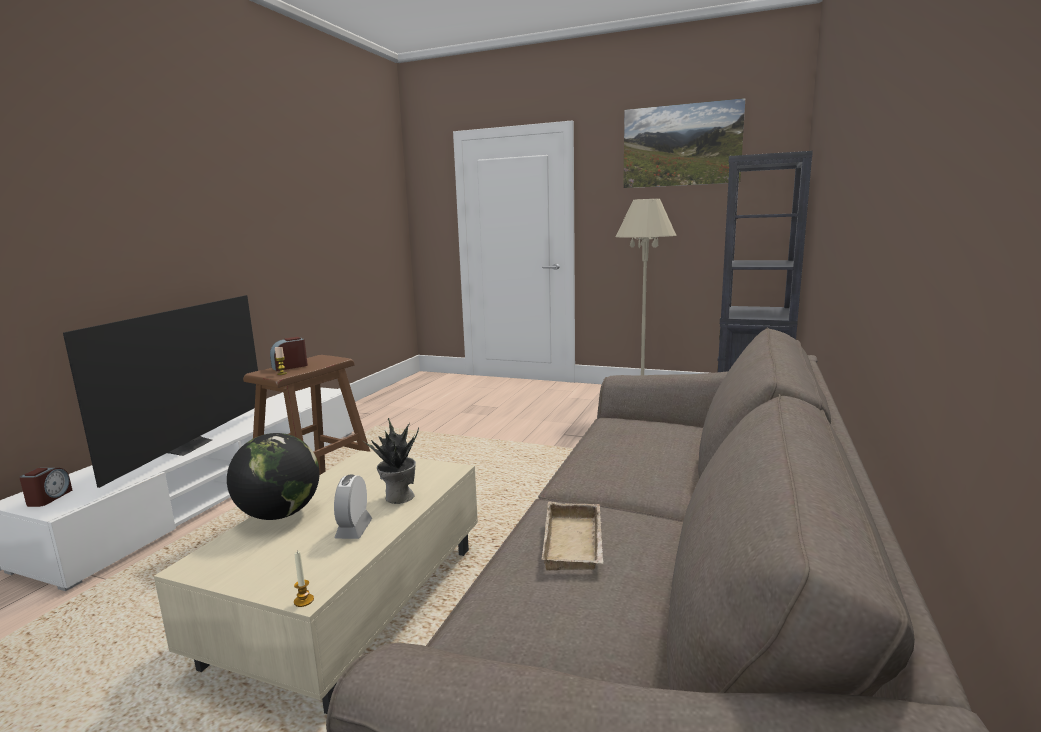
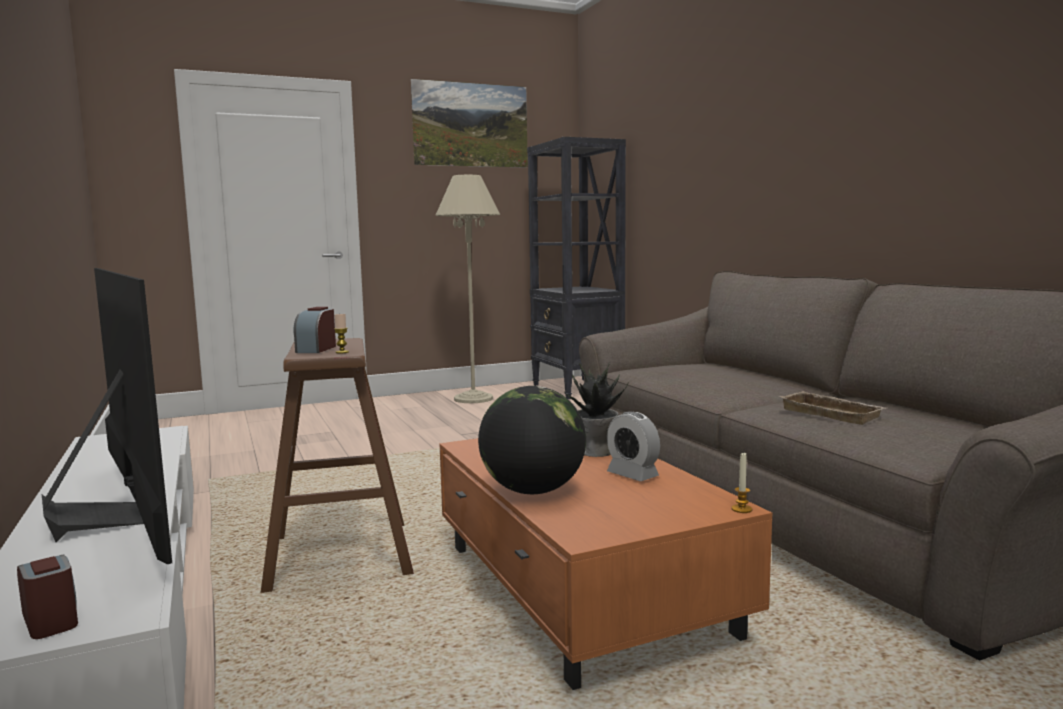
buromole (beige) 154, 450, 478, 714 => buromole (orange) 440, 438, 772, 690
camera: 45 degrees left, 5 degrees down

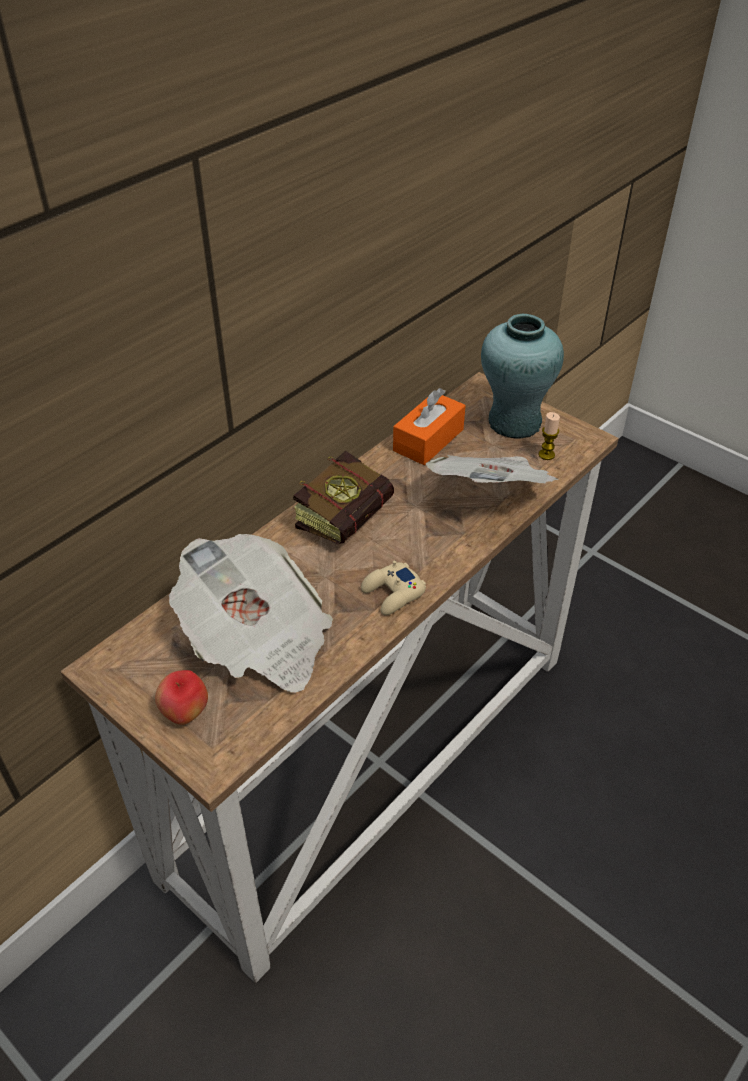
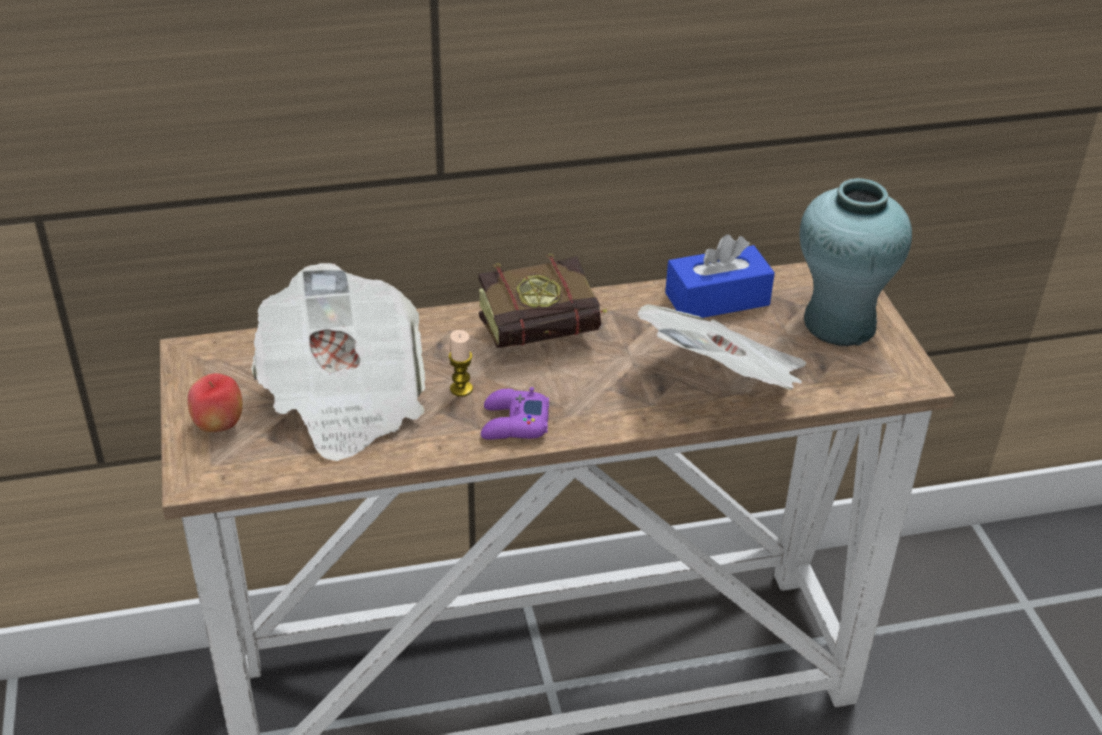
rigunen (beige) 361, 560, 426, 615 => rigunen (purple) 481, 387, 549, 440
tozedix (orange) 393, 388, 466, 465 => tozedix (blue) 665, 234, 775, 318
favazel 538, 412, 560, 460 => favazel 449, 330, 473, 397, shifted
camera: 35 degrees right, 5 degrees down

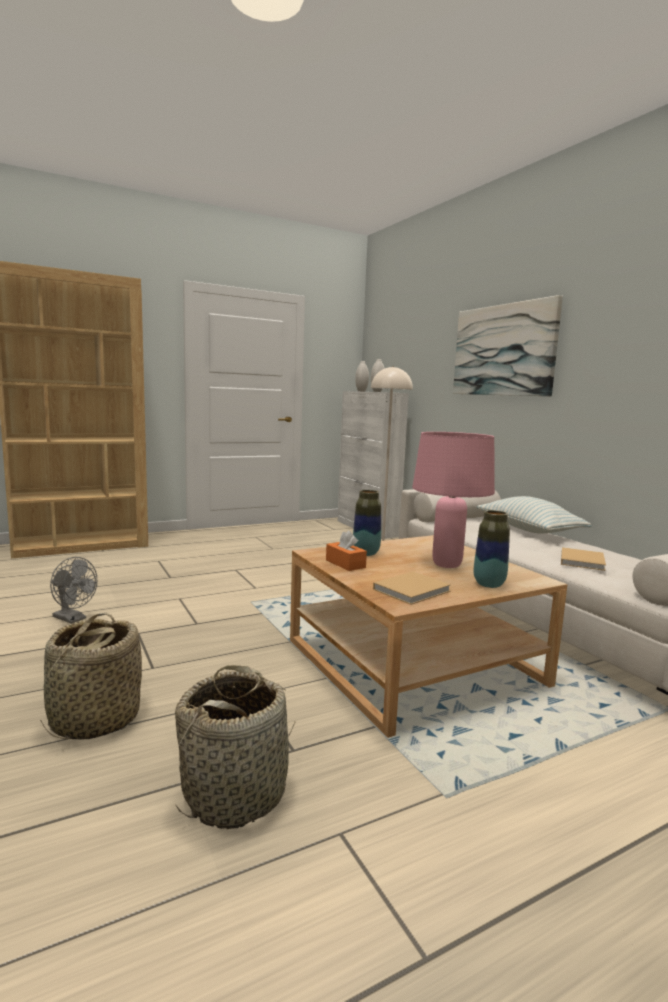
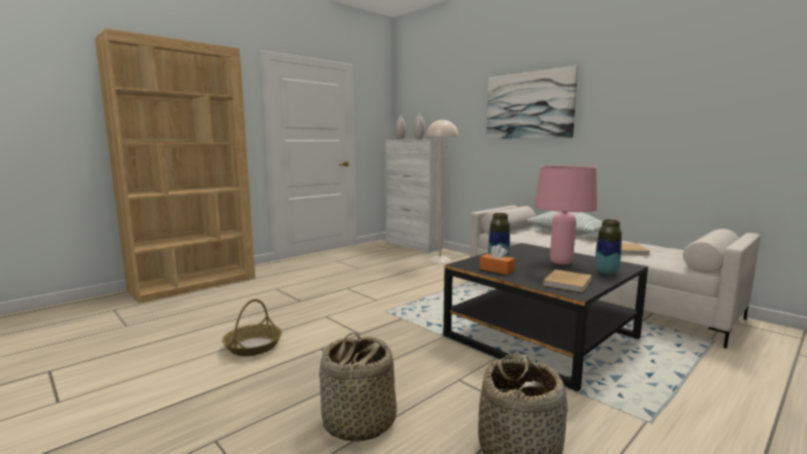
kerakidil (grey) 50, 557, 97, 624 => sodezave 222, 299, 282, 356
buromole (beige) 290, 535, 568, 738 => buromole (black) 443, 243, 648, 392
camera: 15 degrees left, 0 degrees up

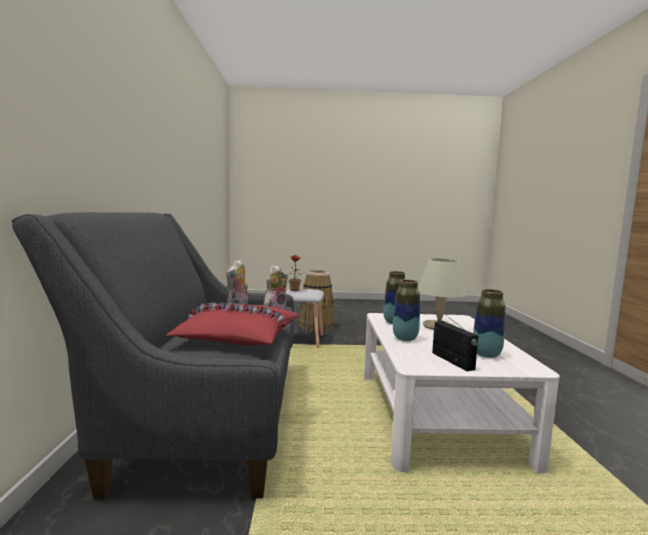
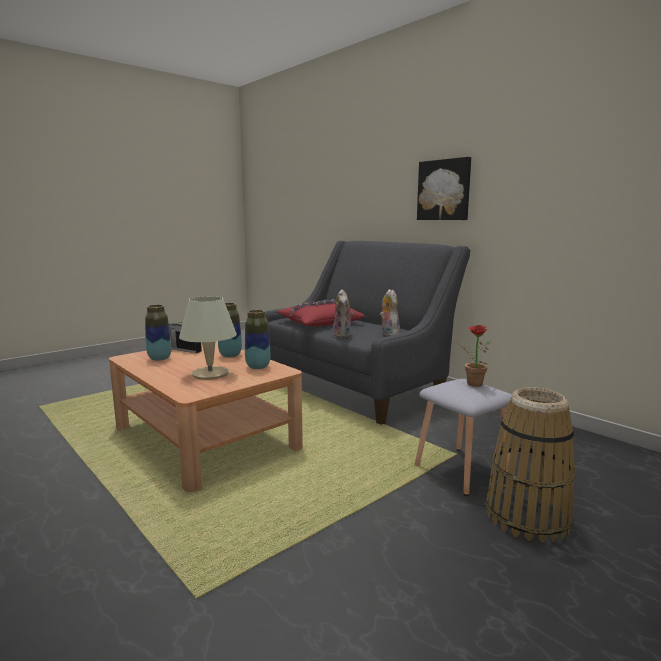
buromole (white) 364, 313, 560, 473 => buromole (brown) 109, 341, 303, 492
nothing => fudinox 417, 157, 471, 220
camera: 140 degrees right, 5 degrees up

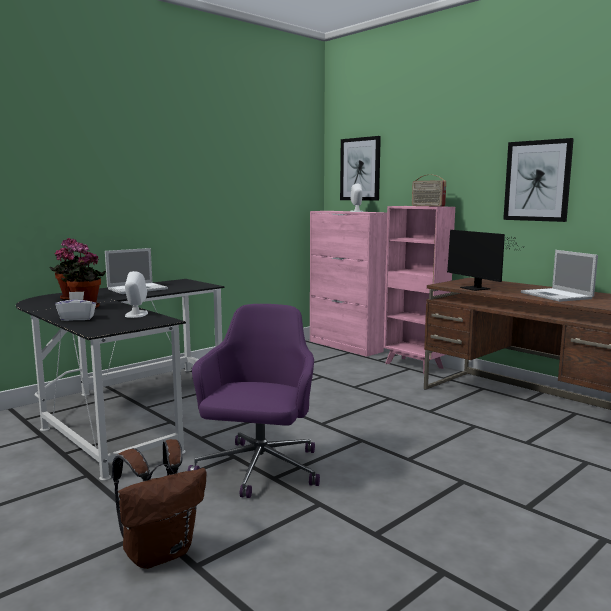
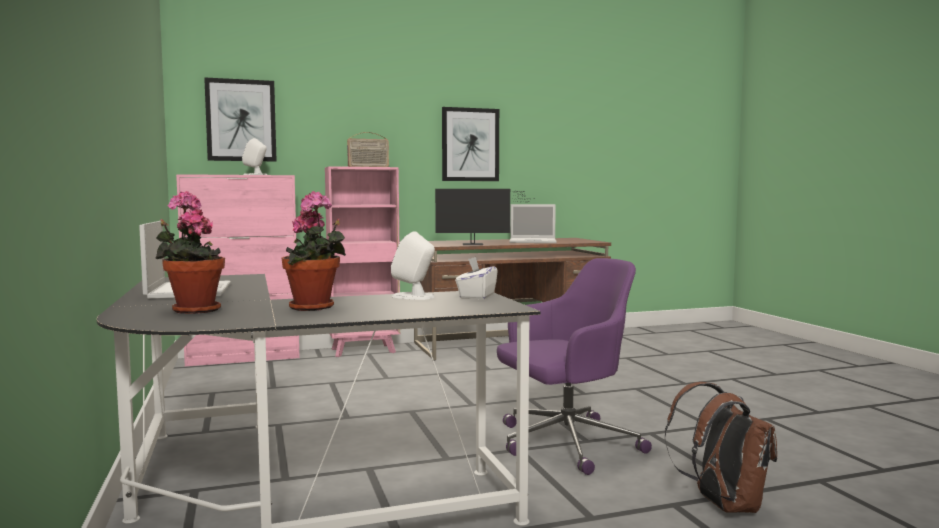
tozedix (white) 55, 291, 96, 321 => tozedix (white) 455, 257, 498, 300, shifted
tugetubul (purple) 188, 304, 320, 498 => tugetubul (purple) 497, 258, 652, 475, 120 degrees clockwise
camera: 65 degrees left, 5 degrees down

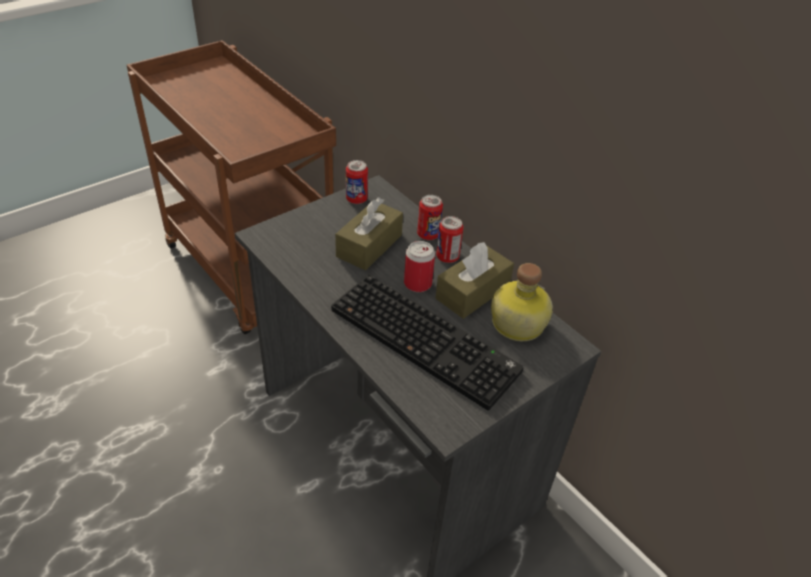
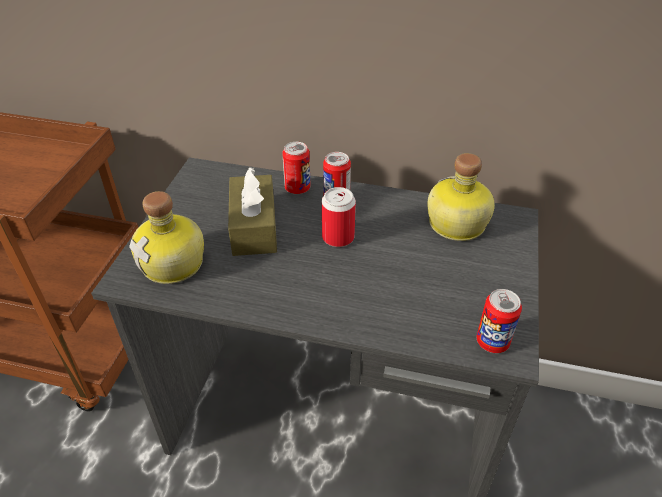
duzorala 331, 275, 524, 411 => nothing
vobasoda 346, 160, 368, 204 => vobasoda 477, 289, 522, 353, shifted
tozedix (brown) 435, 242, 514, 319 => nothing
nothing => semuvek 129, 191, 204, 284
camera: 35 degrees left, 0 degrees up

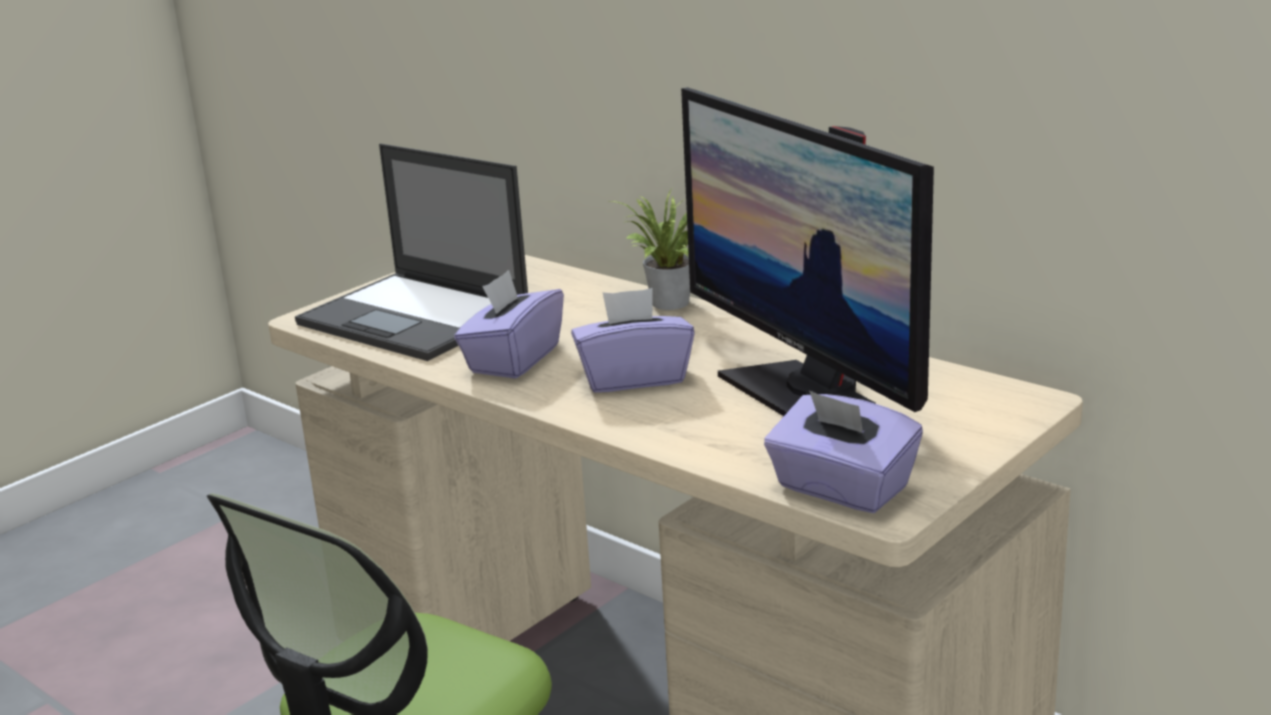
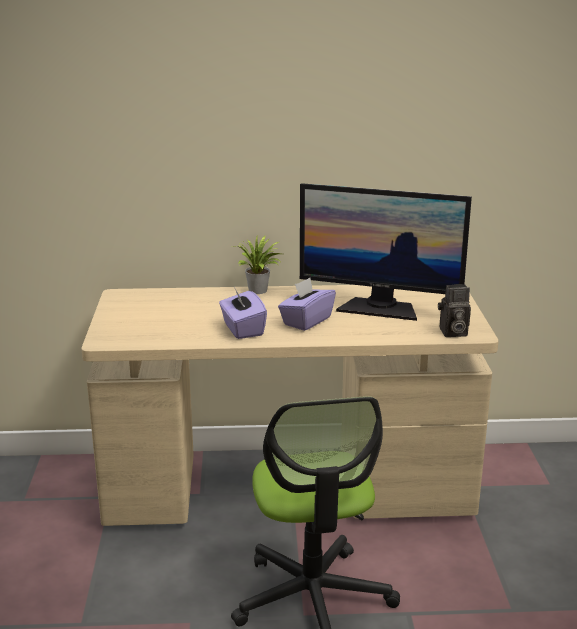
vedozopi 295, 143, 528, 361 => nothing
tozedix (purple) 764, 390, 923, 513 => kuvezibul 438, 284, 471, 337
camera: 45 degrees left, 0 degrees up

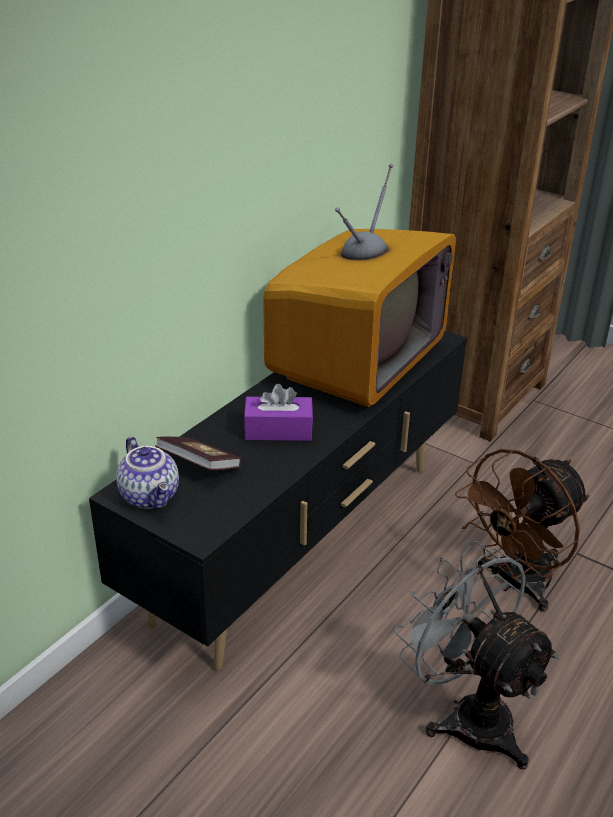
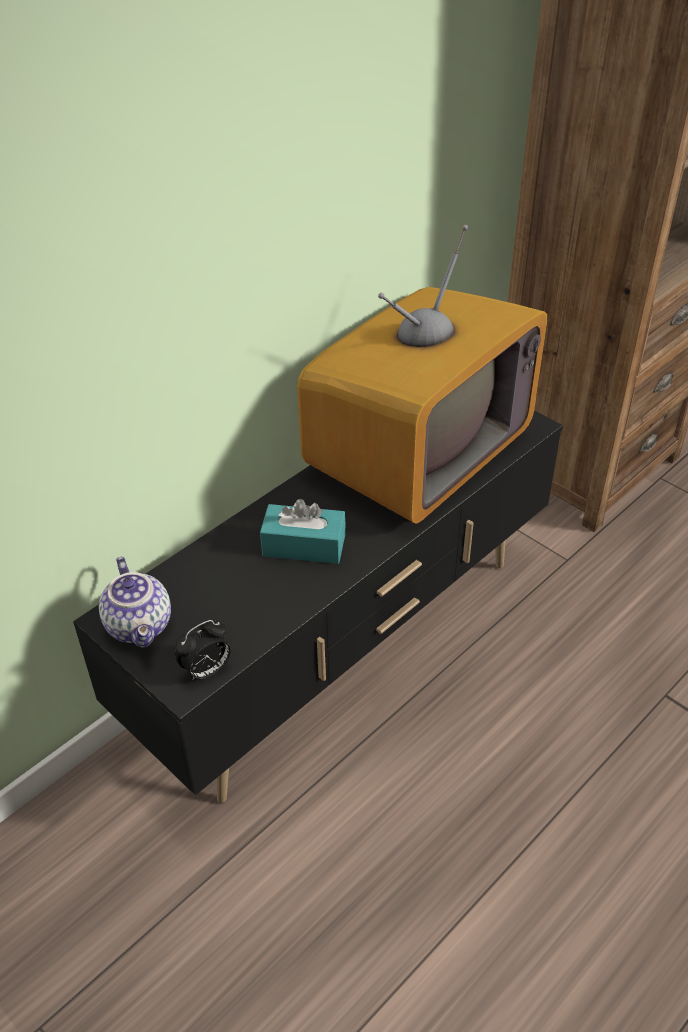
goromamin 155, 437, 241, 470 => nothing
tozedix (purple) 244, 384, 313, 441 => tozedix (turquoise) 260, 499, 346, 564
kerakidil (grey) 395, 541, 559, 769 => nothing
kerakidil (brown) 455, 449, 589, 612 => nothing
nothing => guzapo 174, 620, 230, 681
camera: 10 degrees right, 10 degrees up

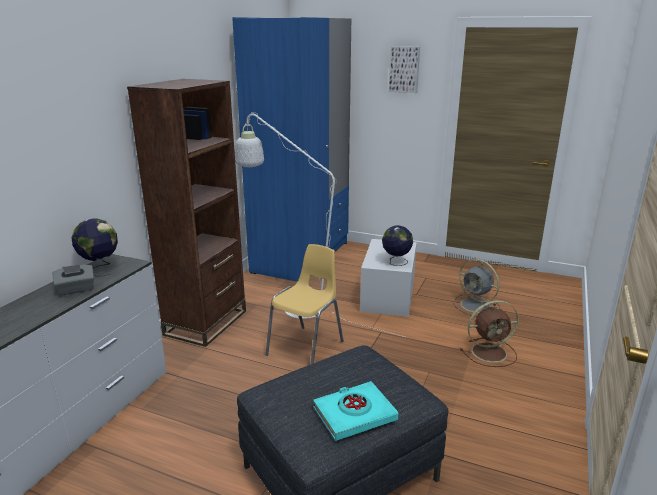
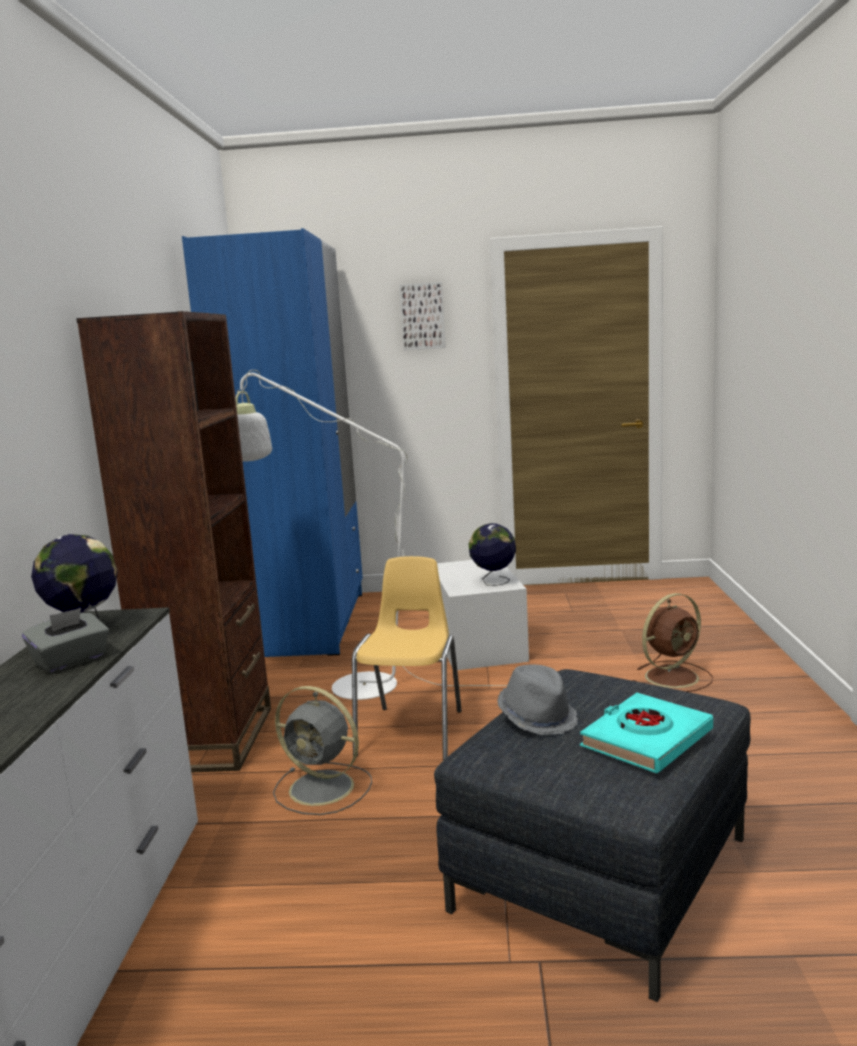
kerakidil (grey) 453, 259, 500, 317 => kerakidil (grey) 273, 686, 372, 815, shifted
nothing => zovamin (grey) 498, 664, 578, 735
camera: 20 degrees left, 10 degrees down

